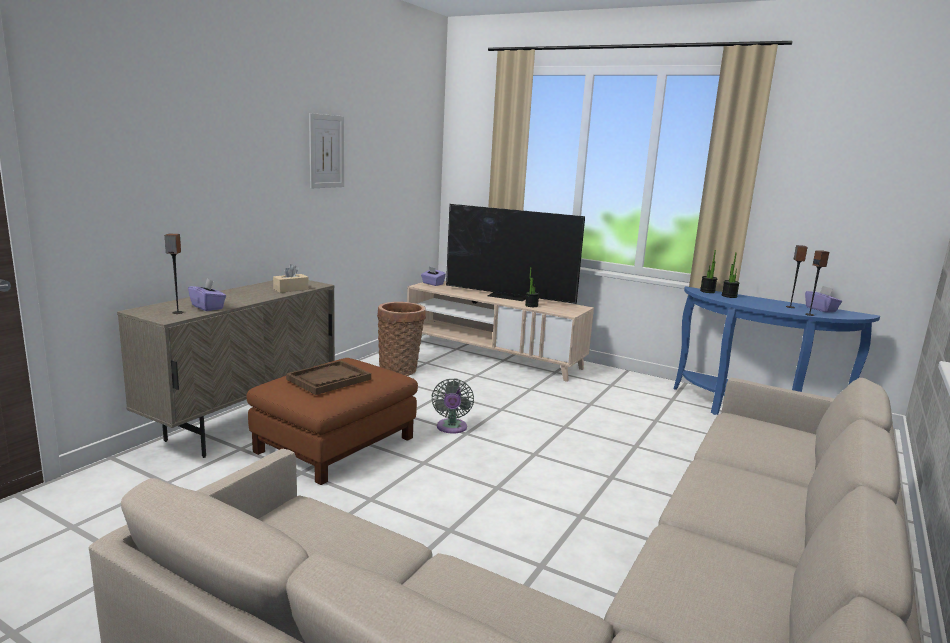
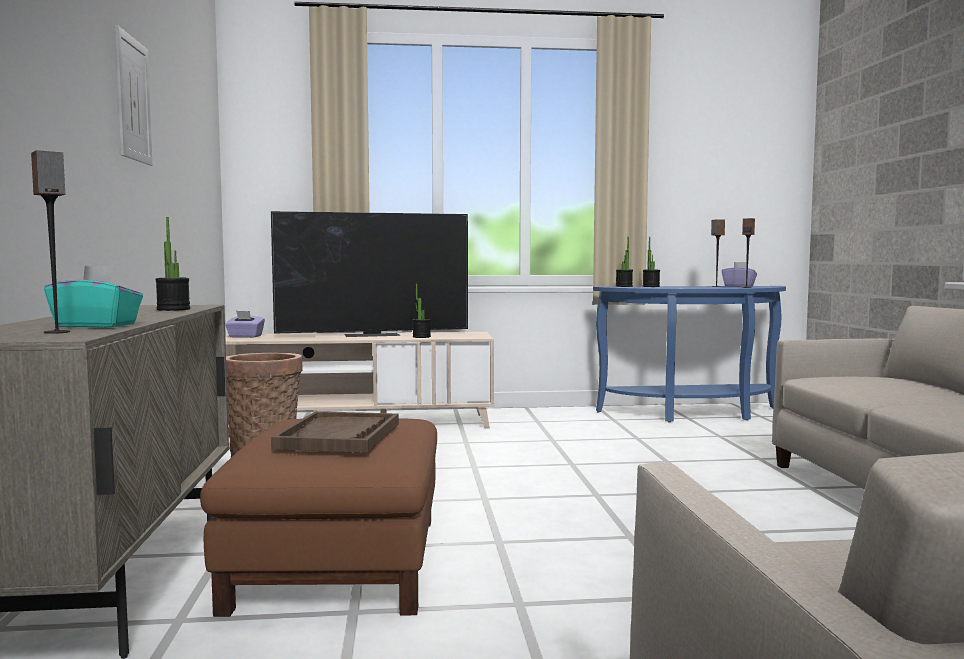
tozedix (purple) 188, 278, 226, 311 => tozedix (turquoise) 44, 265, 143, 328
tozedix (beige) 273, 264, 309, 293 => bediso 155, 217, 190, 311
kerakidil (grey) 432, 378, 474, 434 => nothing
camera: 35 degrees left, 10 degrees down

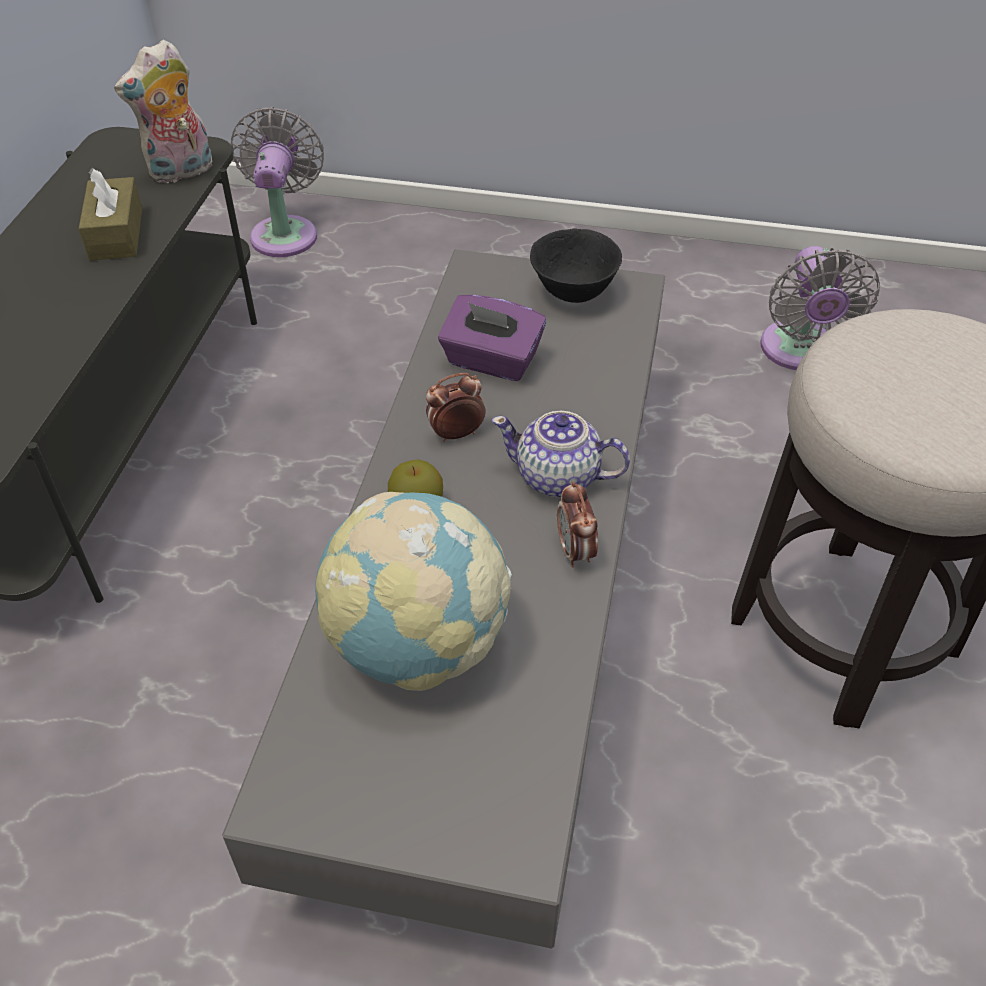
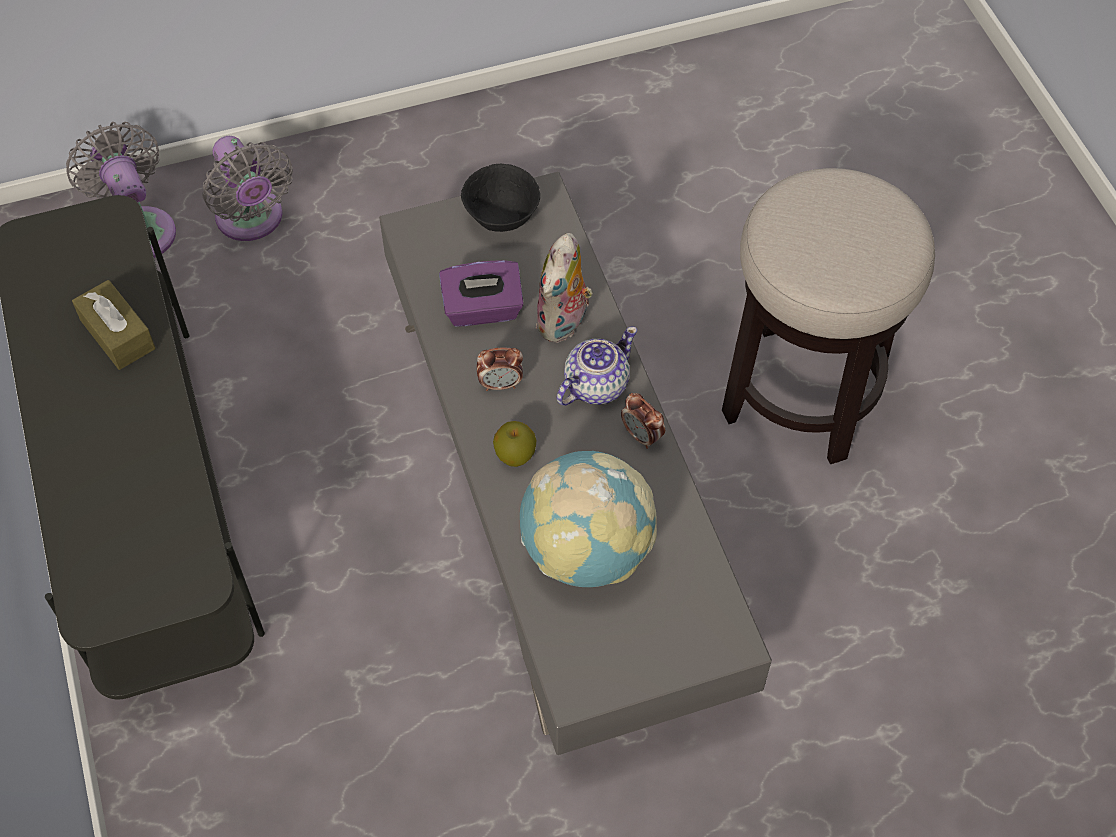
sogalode 114, 40, 212, 184 => sogalode 535, 233, 593, 343, shifted
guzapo 426, 373, 486, 442 => guzapo 477, 347, 523, 391, 135 degrees counterclockwise
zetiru 492, 411, 630, 497 => zetiru 556, 327, 637, 406, 150 degrees clockwise
kerakidil (grey) 760, 246, 880, 370 => kerakidil (grey) 203, 136, 293, 241, shifted
camera: 30 degrees left, 10 degrees up

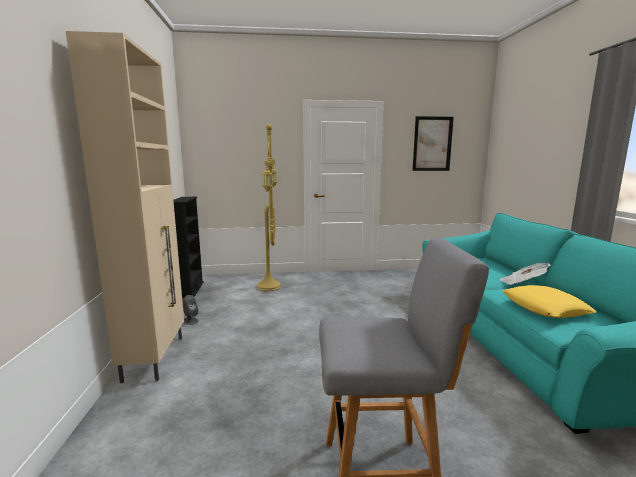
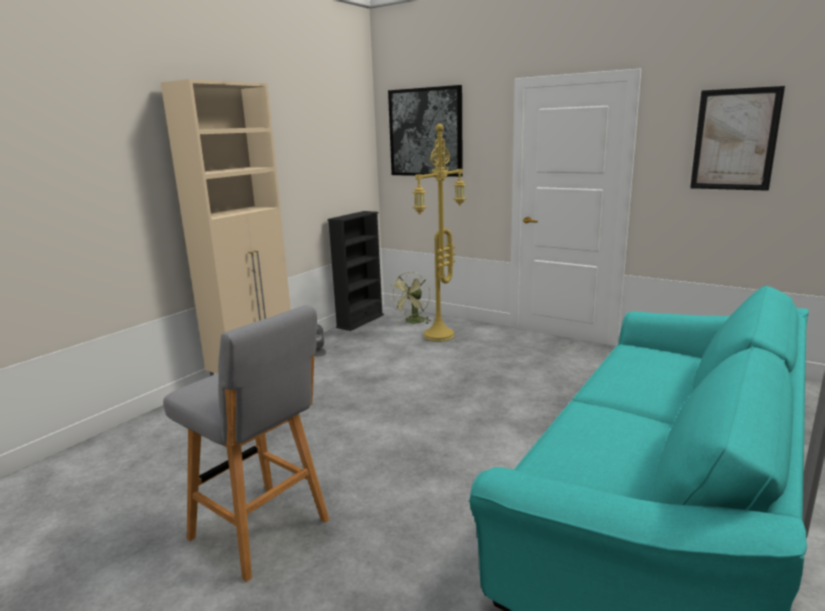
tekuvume 500, 263, 551, 285 => nothing
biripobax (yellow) 503, 285, 596, 318 => nothing
nothing => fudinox 388, 85, 463, 177
nothing => kerakidil (green) 391, 272, 431, 324
camera: 40 degrees right, 5 degrees up

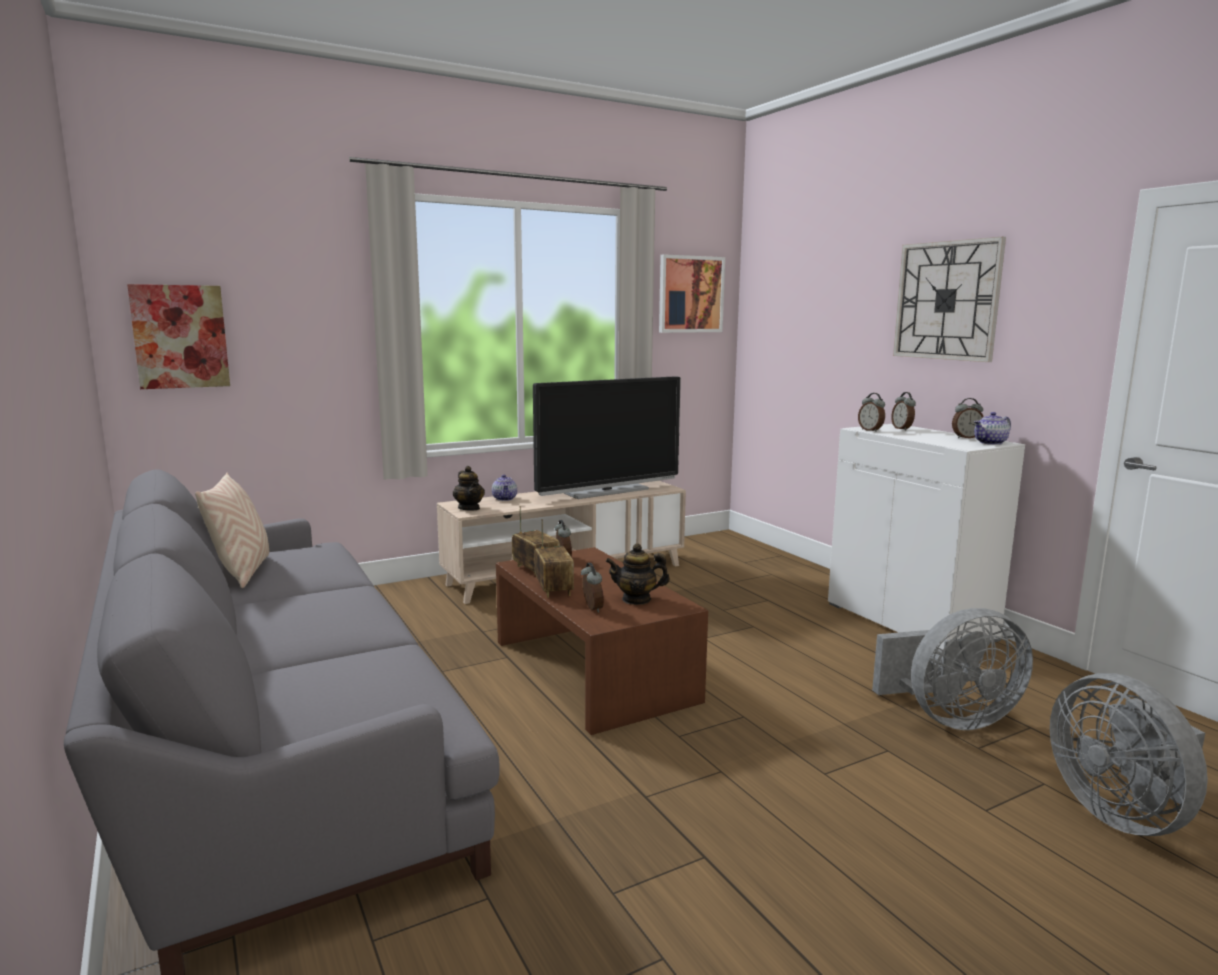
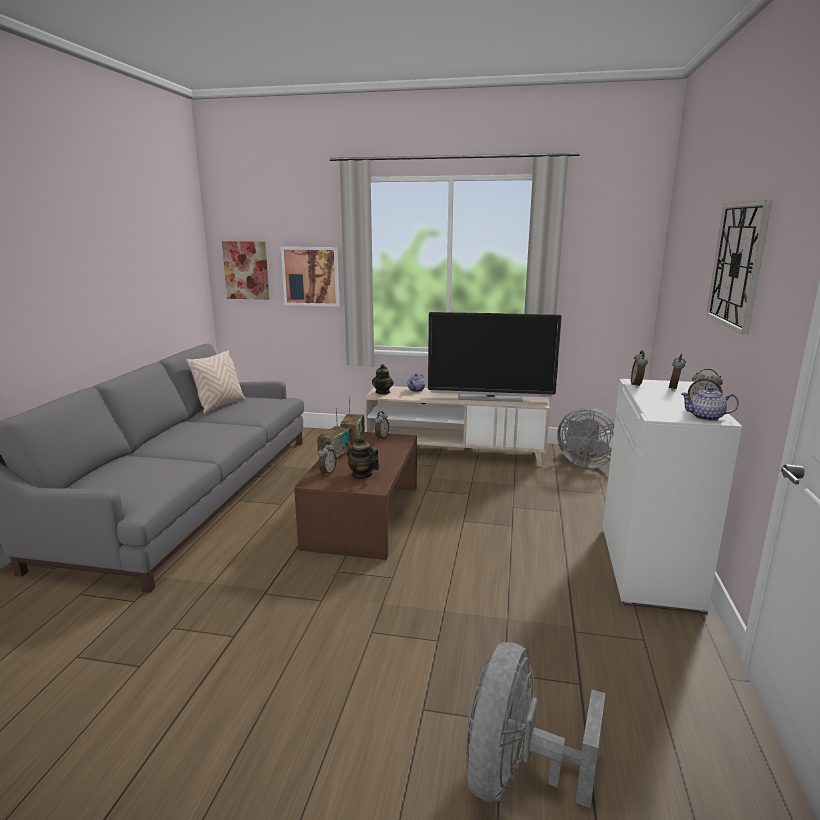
fudinox 659, 254, 725, 333 => fudinox 281, 247, 340, 307, shifted
kerakidil (grey) 872, 608, 1033, 730 => kerakidil (grey) 557, 407, 615, 468, shifted
camera: 40 degrees right, 5 degrees up

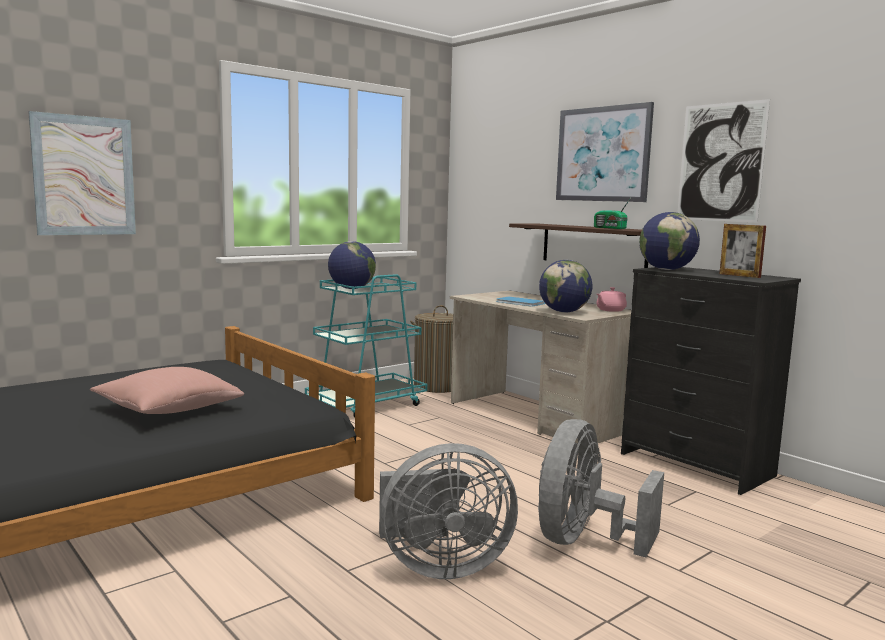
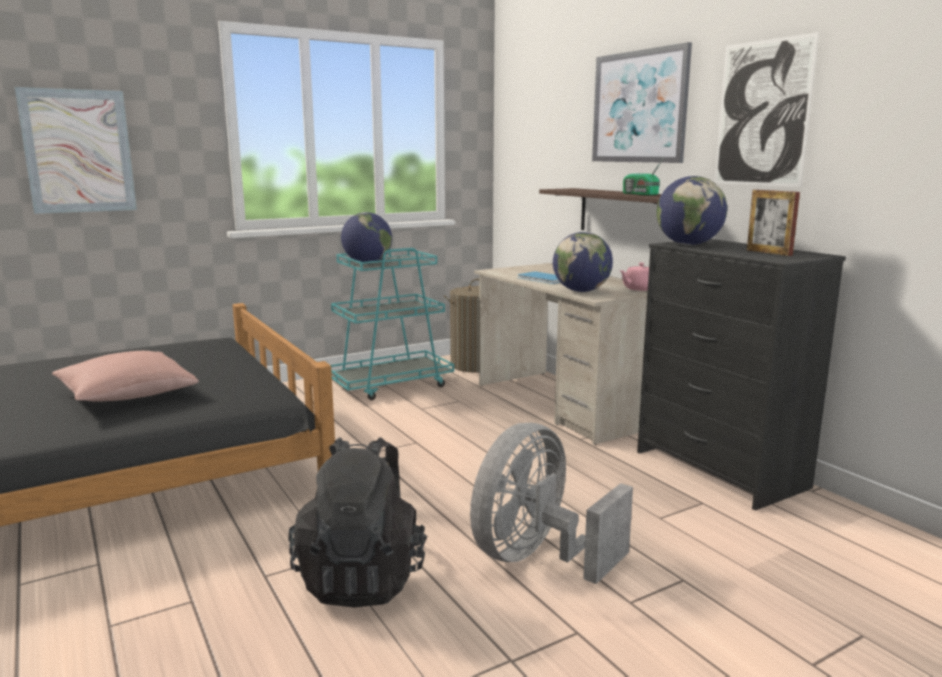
kerakidil (grey) 379, 443, 518, 579 => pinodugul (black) 288, 438, 428, 607
camera: 10 degrees right, 5 degrees up

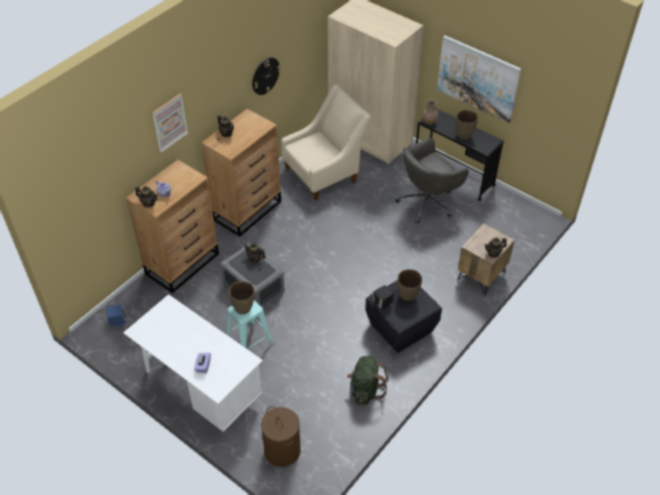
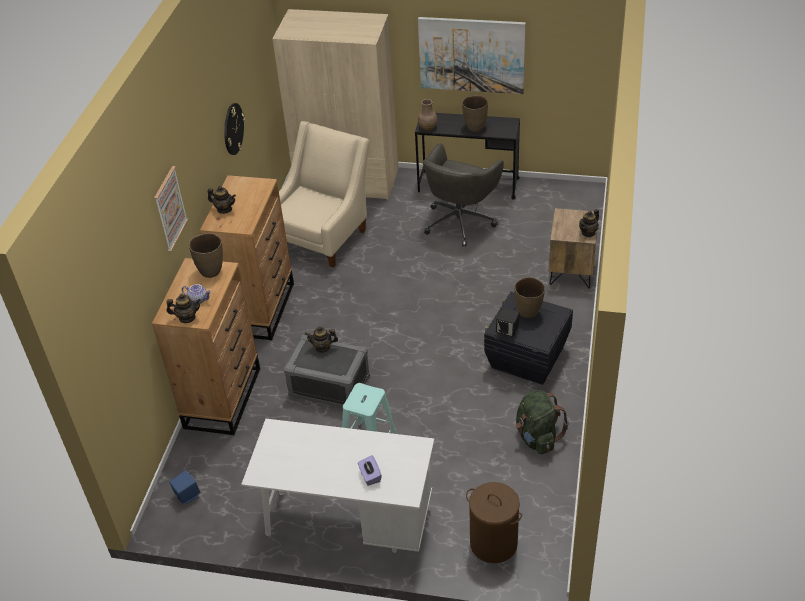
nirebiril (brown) 229, 281, 254, 314 => nirebiril (brown) 189, 233, 223, 278, shifted
camera: 25 degrees left, 5 degrees down

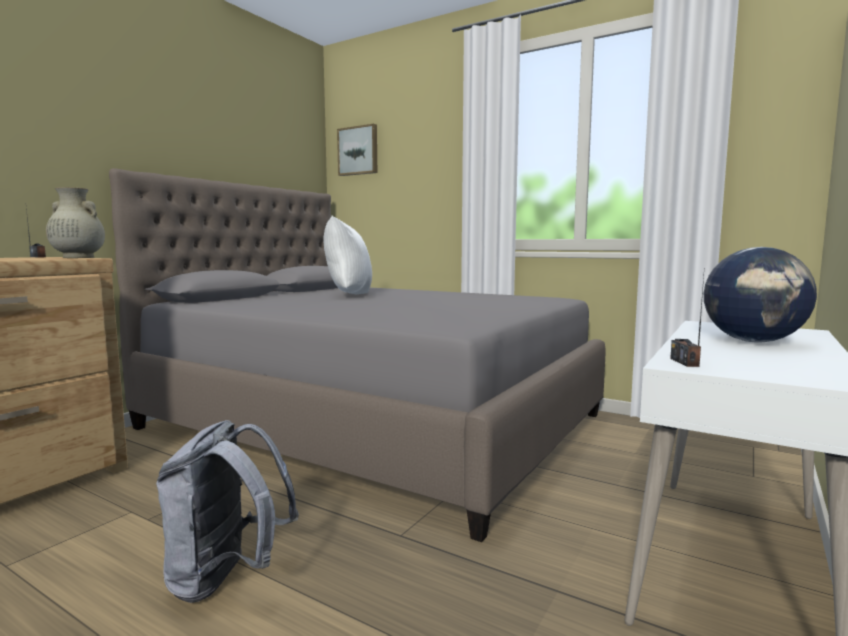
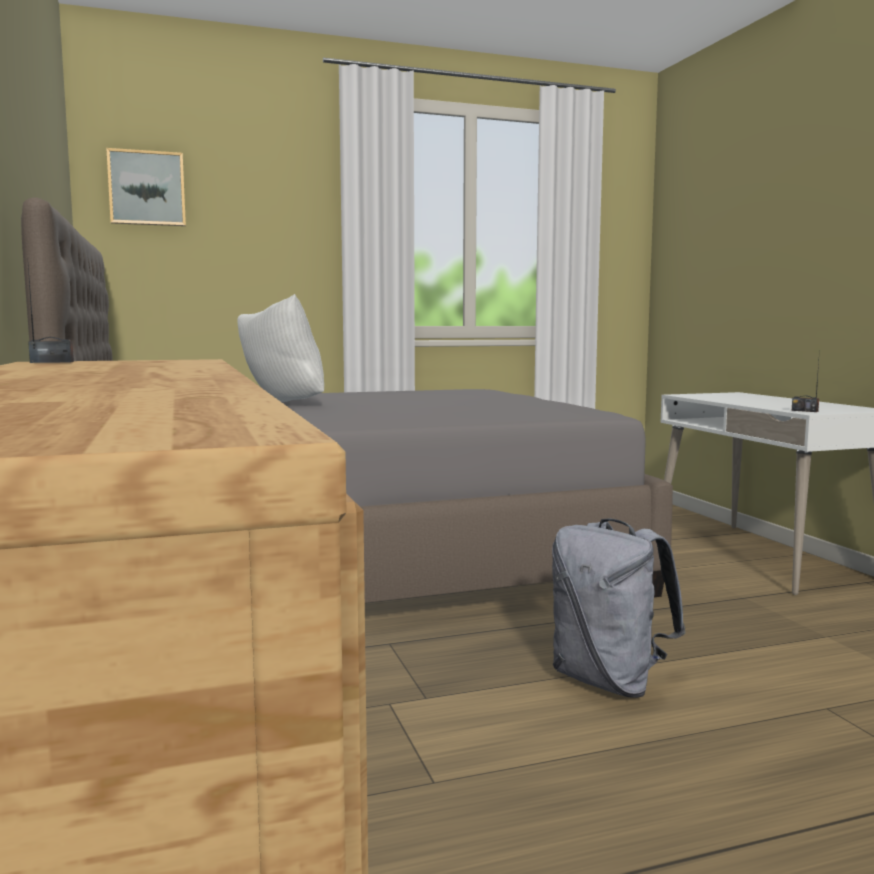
nirebiril (beige) 46, 187, 105, 258 => nothing
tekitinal 704, 247, 817, 343 => nothing
camera: 50 degrees left, 0 degrees up

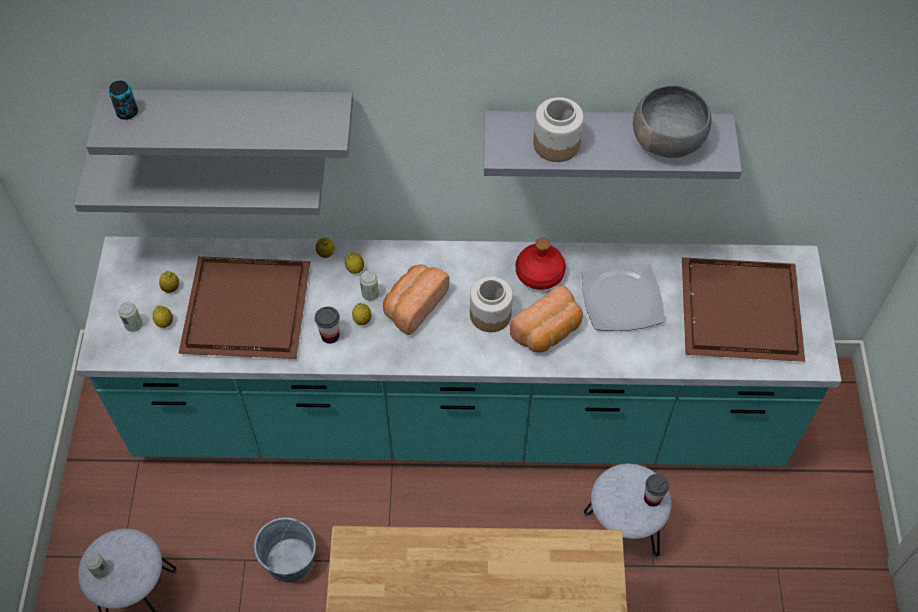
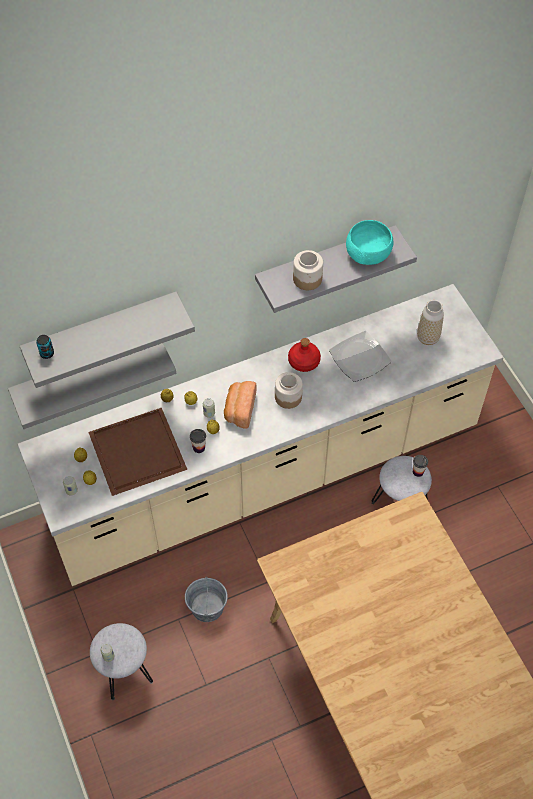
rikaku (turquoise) 76, 236, 841, 466 => rikaku (beige) 17, 284, 504, 586
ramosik 510, 285, 583, 352 => nothing
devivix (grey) 633, 85, 712, 158 => devivix (turquoise) 346, 220, 393, 265
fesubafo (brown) 682, 257, 805, 362 => nirebiril 417, 300, 444, 345
camera: 25 degrees left, 0 degrees up

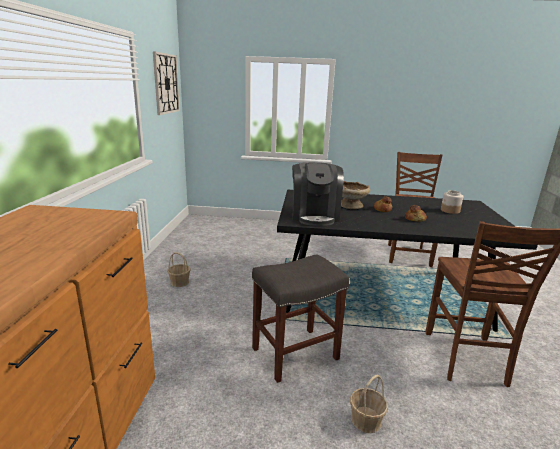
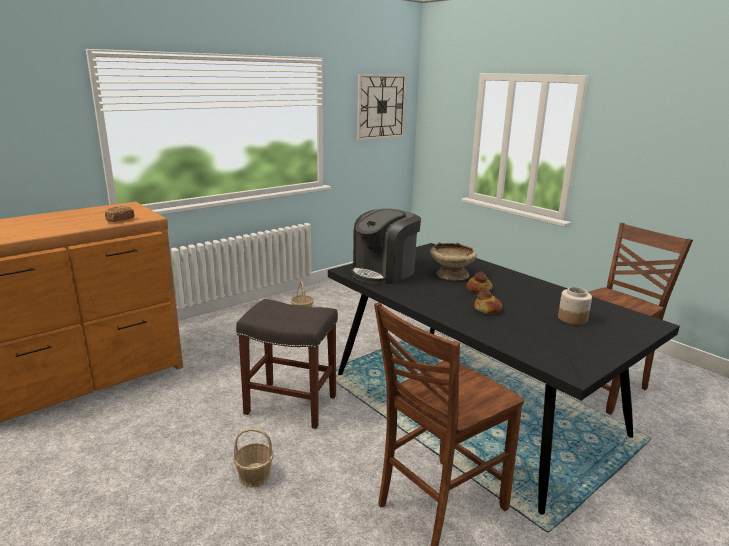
nothing => ramosik 105, 206, 135, 222
camera: 45 degrees right, 0 degrees up

